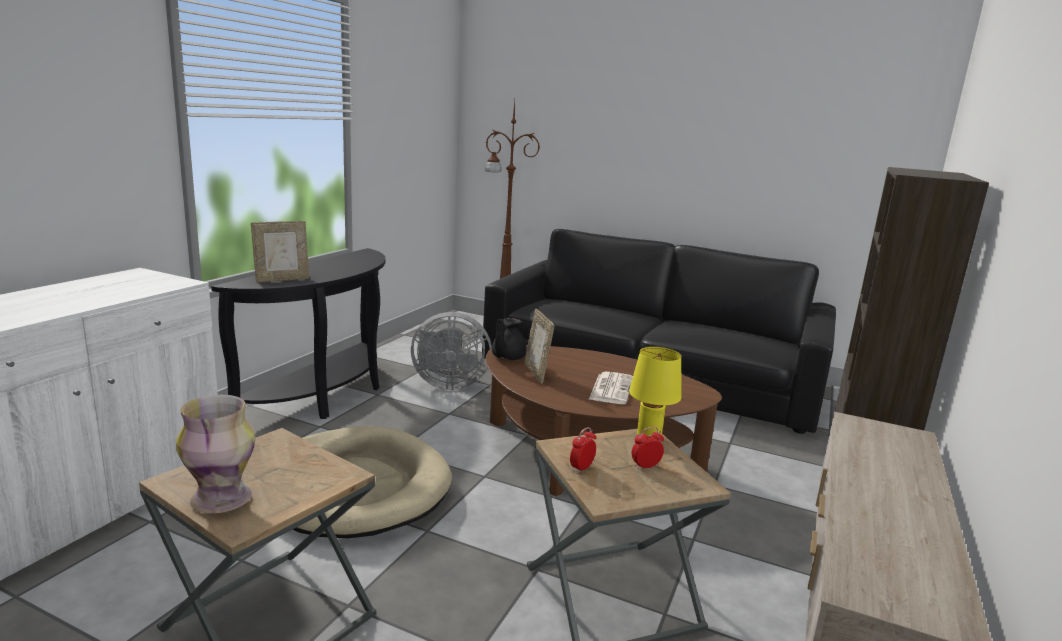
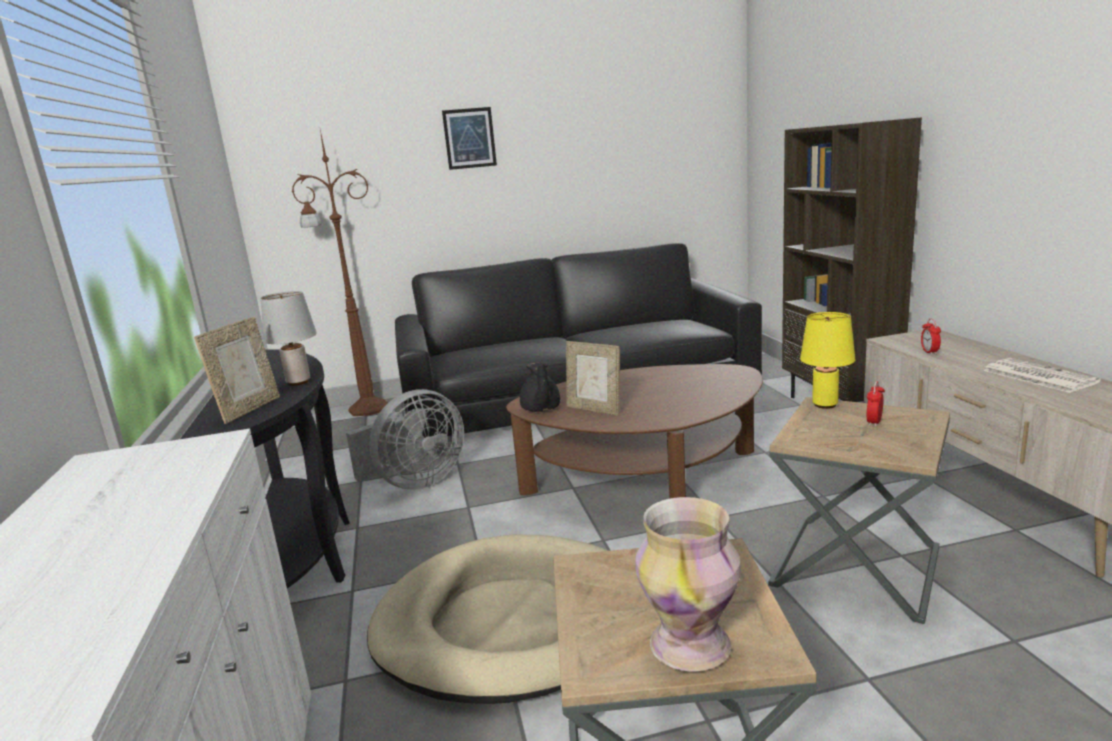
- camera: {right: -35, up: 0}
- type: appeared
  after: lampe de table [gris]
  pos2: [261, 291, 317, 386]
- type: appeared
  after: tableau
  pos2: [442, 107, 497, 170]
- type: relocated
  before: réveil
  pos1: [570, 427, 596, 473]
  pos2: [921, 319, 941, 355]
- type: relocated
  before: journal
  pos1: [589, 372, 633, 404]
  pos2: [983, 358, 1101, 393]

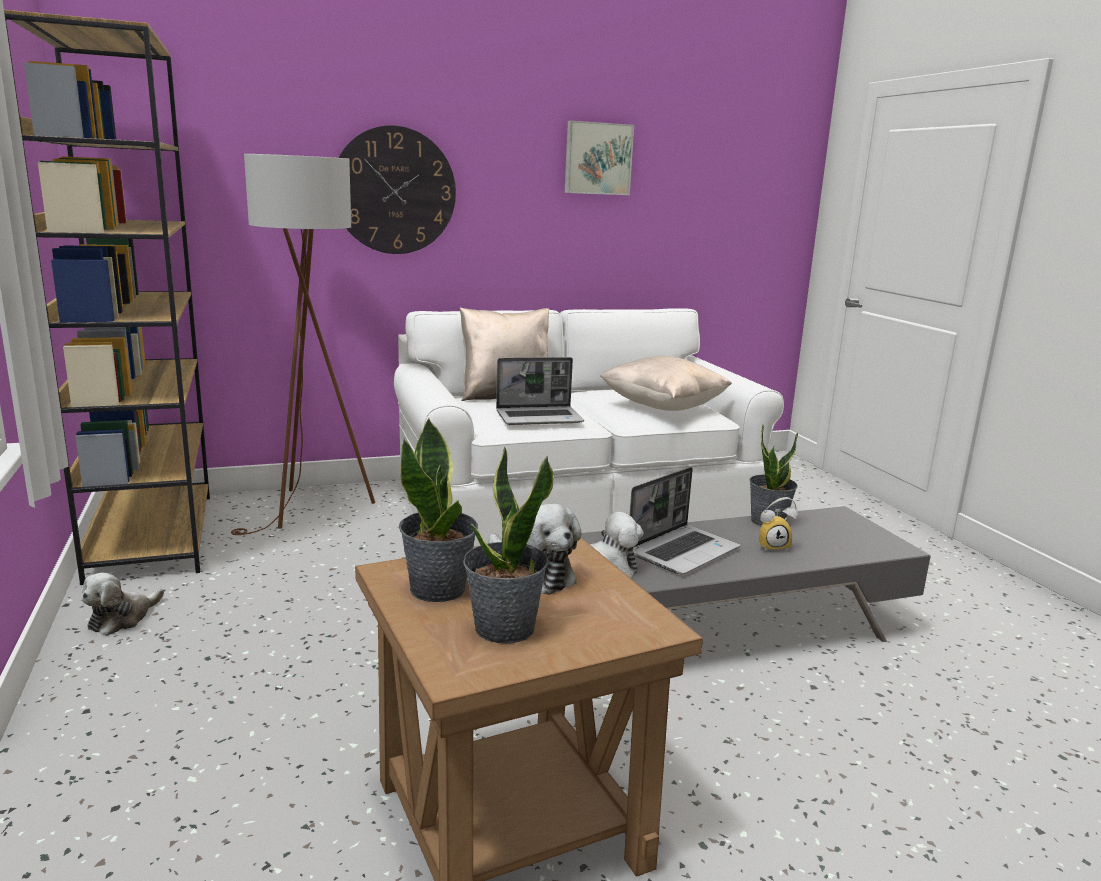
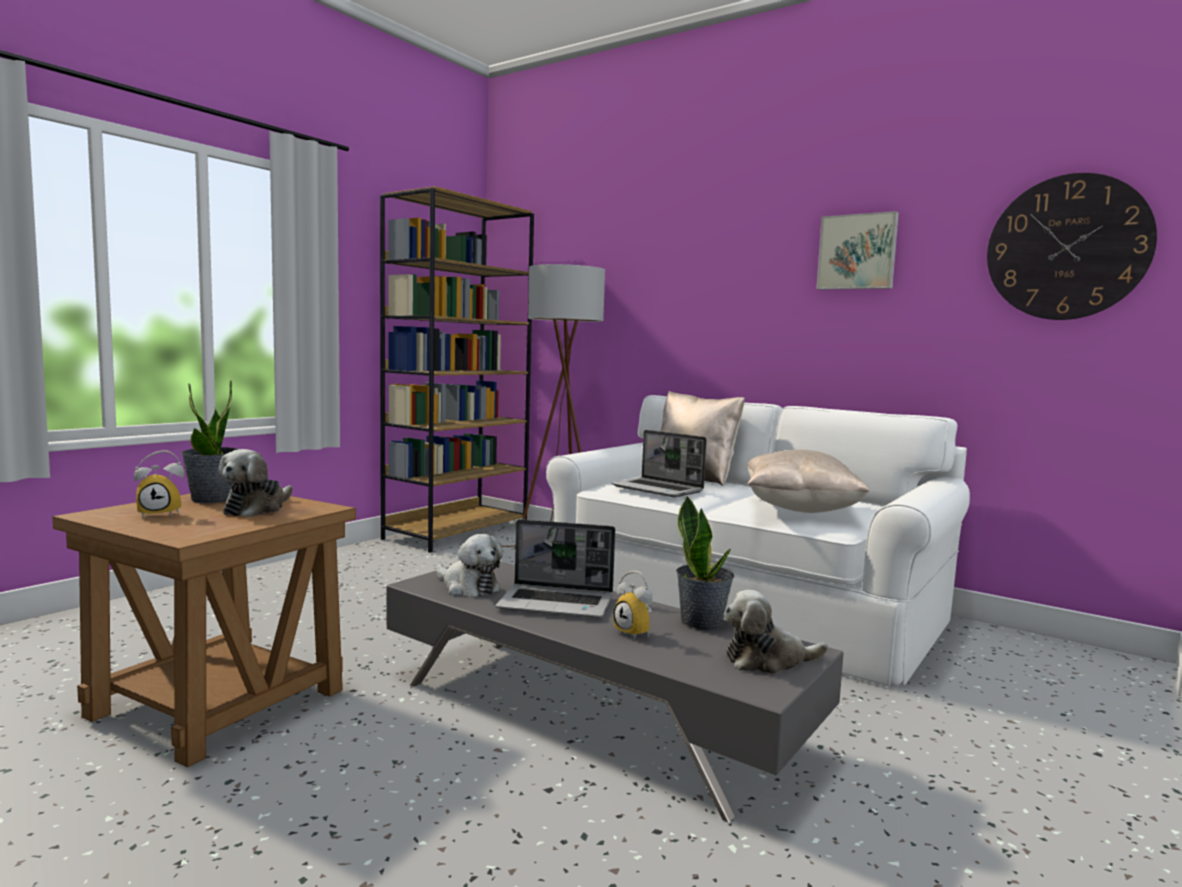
- camera: {right: 55, up: -10}
- type: relocated
  before: peluche
  pos1: [81, 573, 164, 636]
  pos2: [724, 590, 828, 674]
- type: relocated
  before: horloge murale
  pos1: [338, 125, 456, 254]
  pos2: [987, 173, 1157, 320]
- type: exchanged
  before: plante en pot
  after: réveil
  pos1: [463, 446, 554, 643]
  pos2: [134, 450, 184, 518]

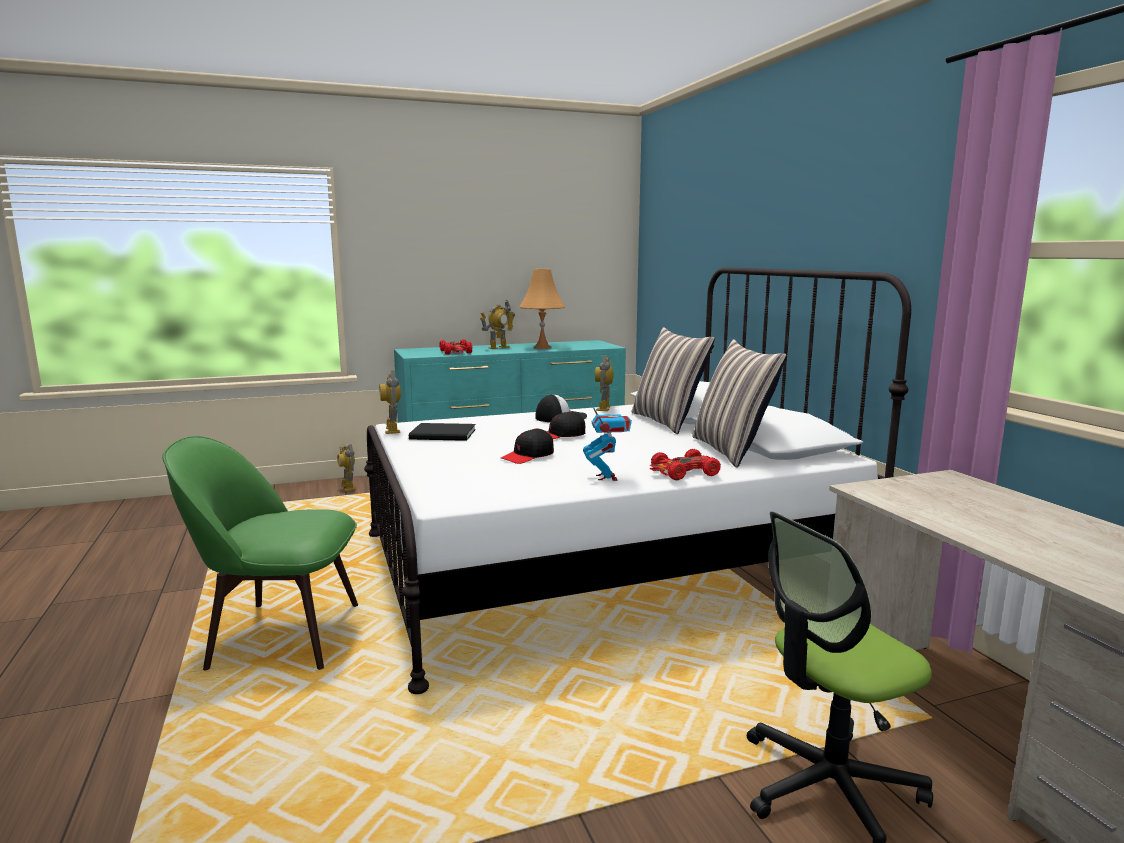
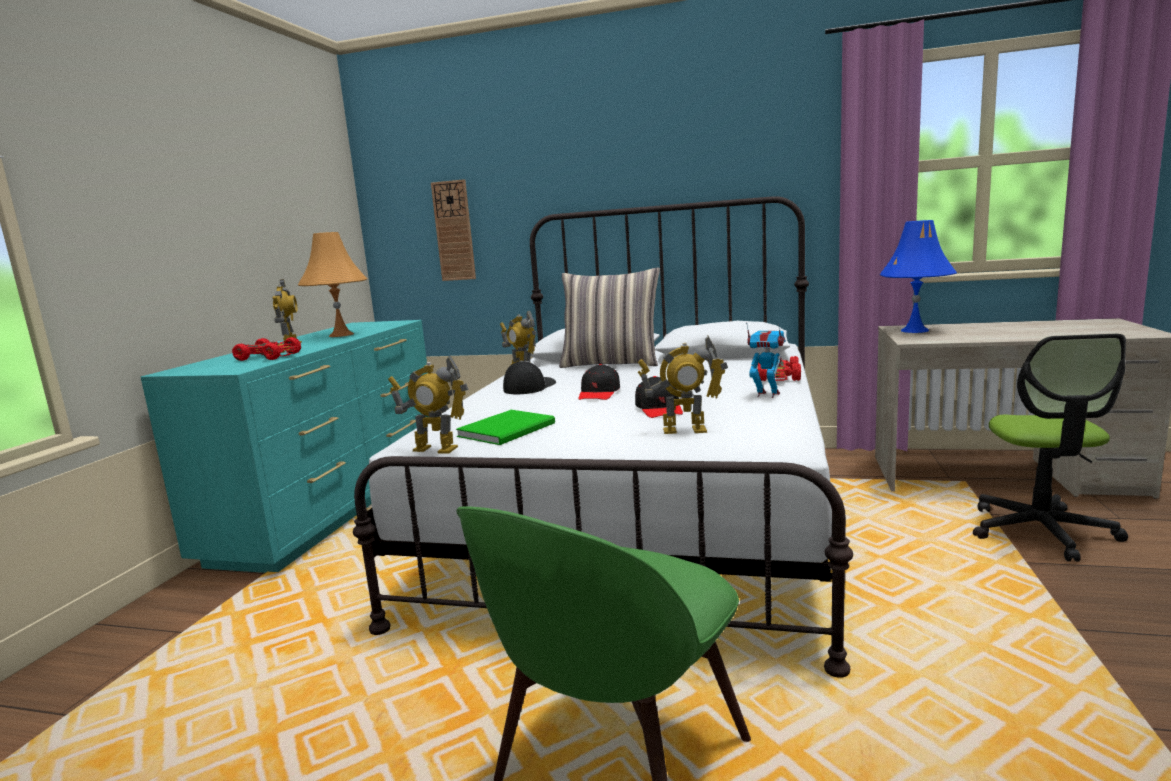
- camera: {right: -55, up: 0}
- type: missing
  before: coussin
  pos1: [692, 339, 787, 468]
- type: appeared
  after: horloge murale
  pos2: [431, 179, 476, 281]
- type: appeared
  after: lampe de table [bleu]
  pos2: [880, 220, 957, 333]
- type: relocated
  before: robot jouet
  pos1: [337, 444, 356, 492]
  pos2: [638, 336, 728, 434]
- type: colour
  before: livre [noir]
  after: livre [vert]
  pos1: [409, 423, 476, 441]
  pos2: [456, 410, 555, 445]

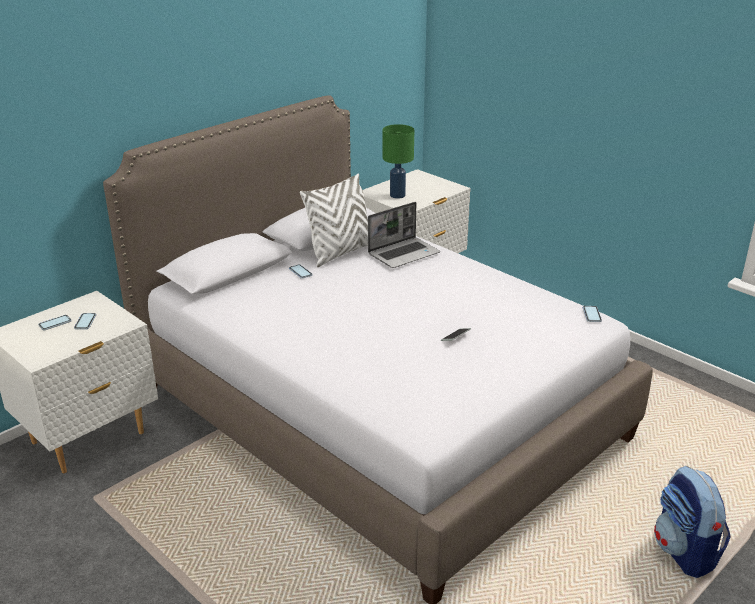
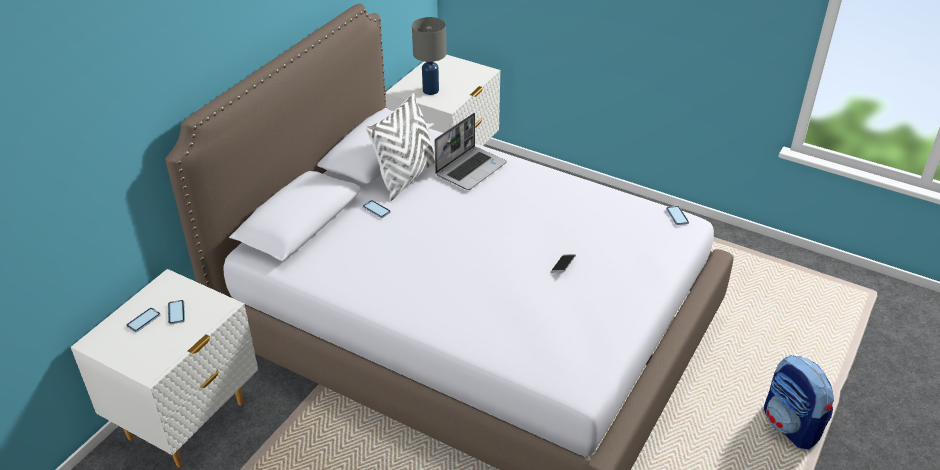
- camera: {right: -15, up: 10}
- type: colour
  before: lampe de table [vert]
  after: lampe de table [gris]
  pos1: [382, 124, 414, 199]
  pos2: [412, 17, 446, 95]

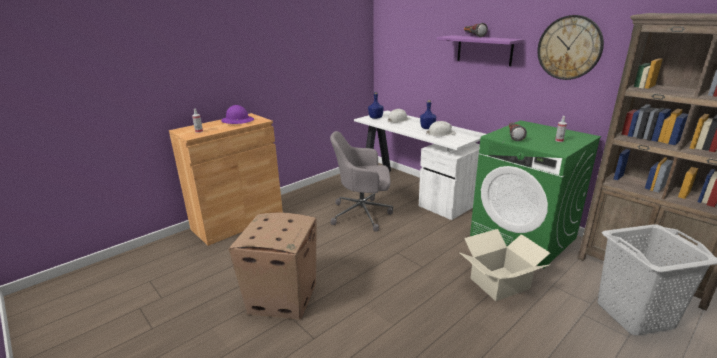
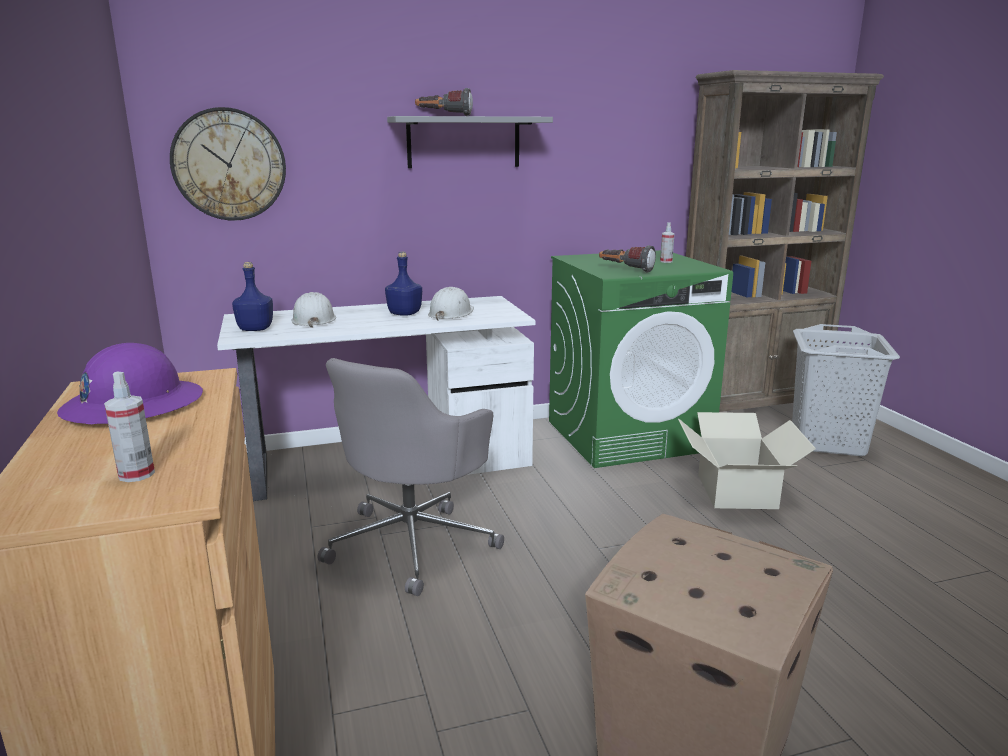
- camera: {right: -65, up: -5}
- type: relocated
  before: horloge murale
  pos1: [537, 15, 604, 80]
  pos2: [170, 107, 286, 221]
- type: colour
  before: étagère [violet]
  after: étagère [gris]
  pos1: [437, 35, 524, 66]
  pos2: [387, 116, 553, 168]

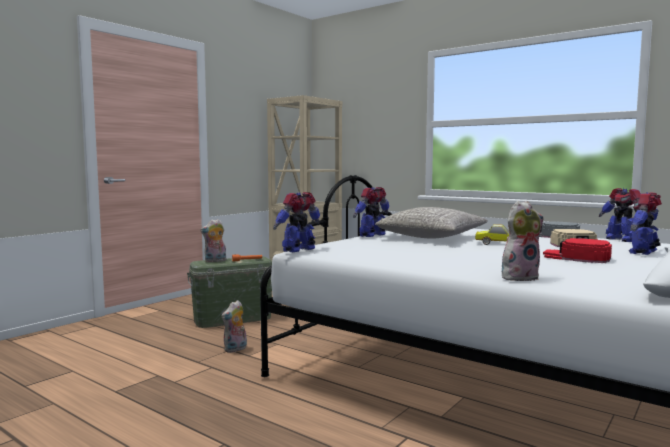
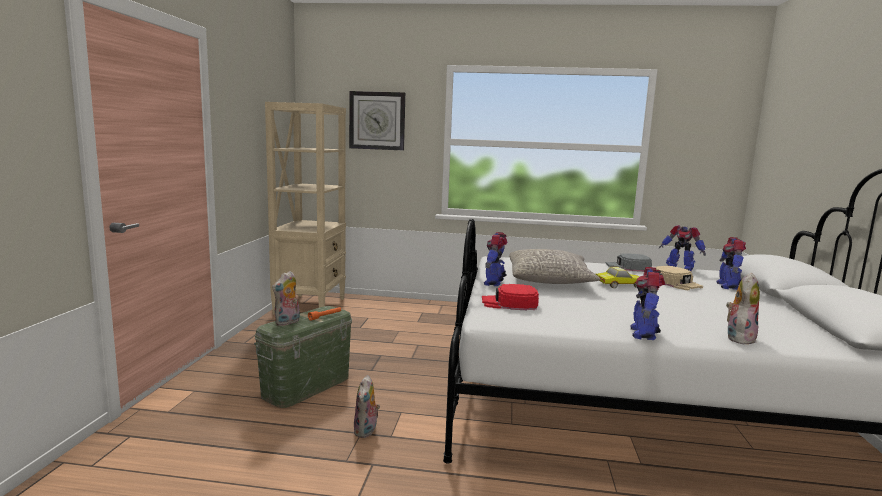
- camera: {right: -30, up: 5}
- type: appeared
  after: horloge murale
  pos2: [349, 91, 405, 151]
- type: relocated
  before: robot jouet
  pos1: [273, 192, 320, 252]
  pos2: [630, 267, 665, 340]
- type: relocated
  before: casquette [rouge]
  pos1: [543, 238, 612, 263]
  pos2: [482, 284, 539, 310]

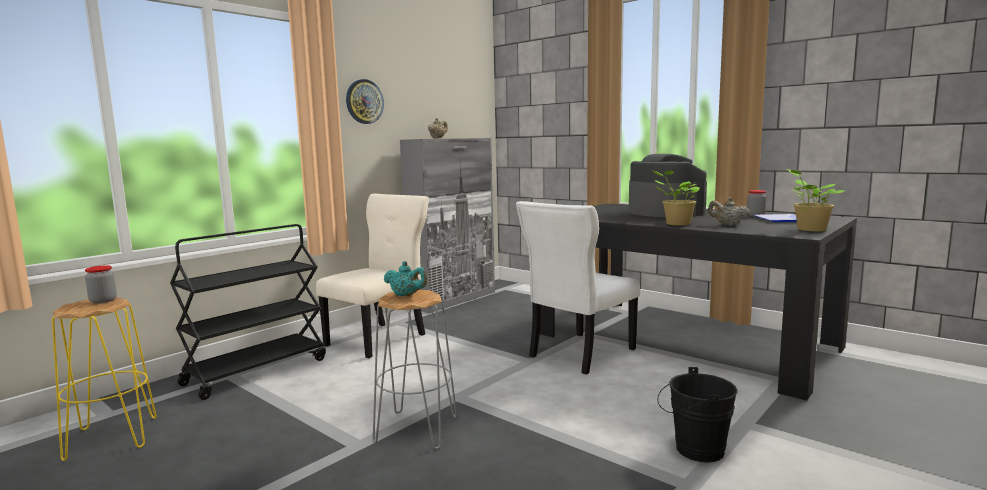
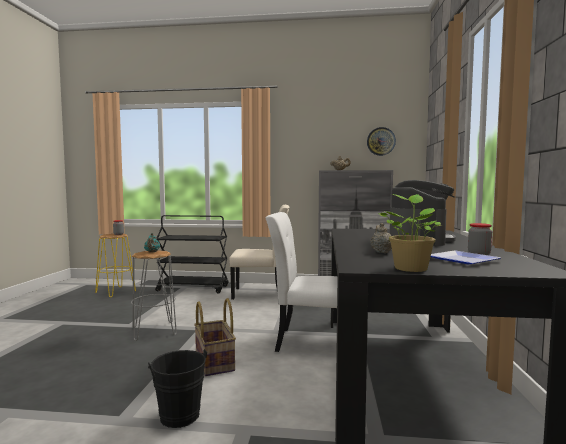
- camera: {right: 55, up: -5}
- type: missing
  before: plante en pot
  pos1: [653, 170, 699, 226]
- type: appeared
  after: panier
  pos2: [194, 298, 236, 376]
- type: relocated
  before: horloge murale
  pos1: [346, 79, 384, 124]
  pos2: [367, 127, 396, 156]

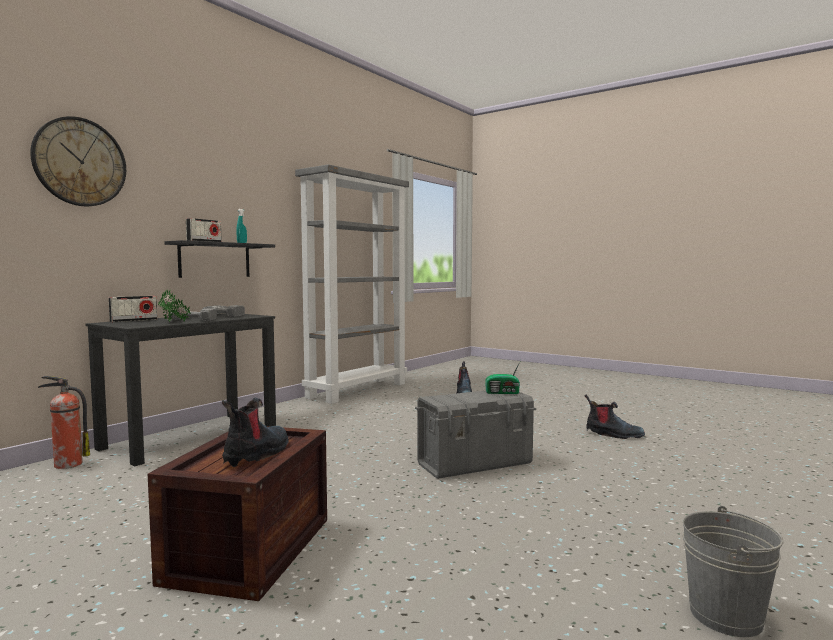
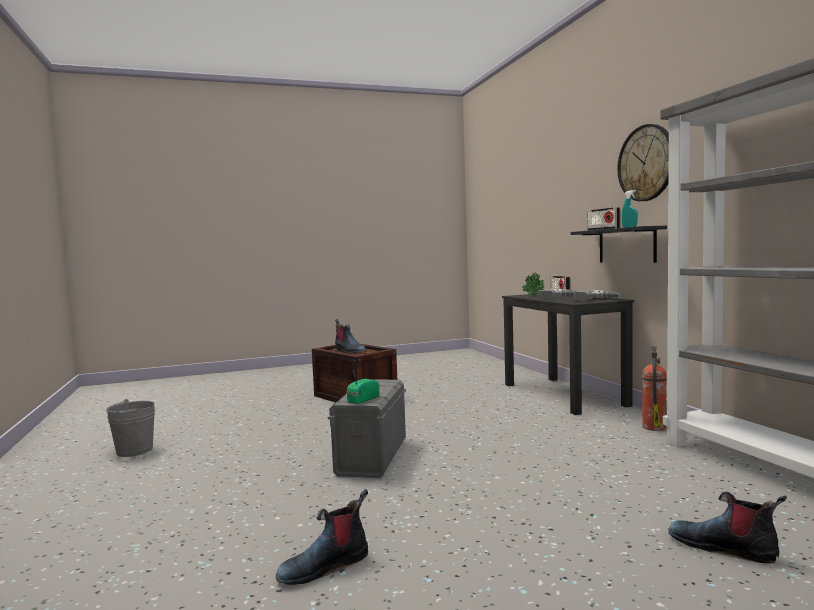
- camera: {right: 125, up: 0}
- type: relocated
  before: horloge murale
  pos1: [30, 116, 126, 206]
  pos2: [617, 124, 669, 201]
- type: relocated
  before: extincteur
  pos1: [38, 376, 90, 469]
  pos2: [642, 346, 667, 431]

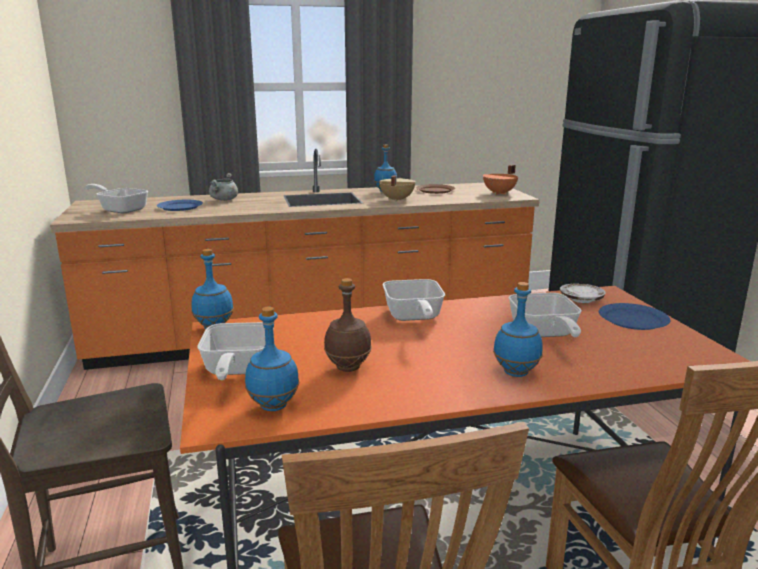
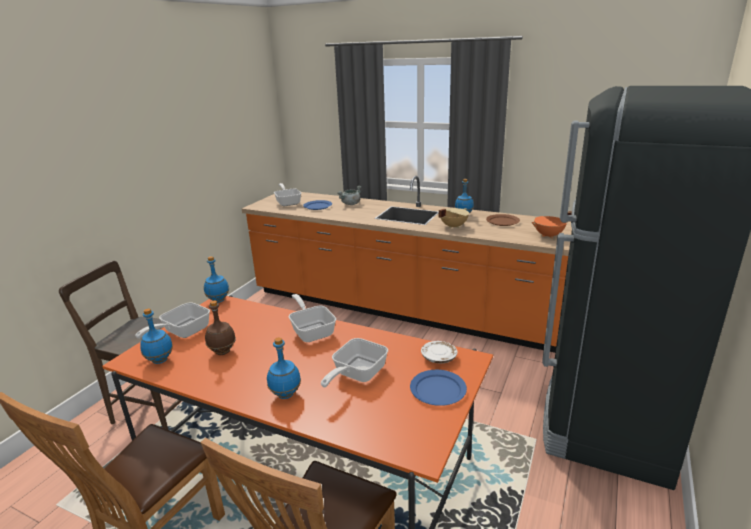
- camera: {right: 40, up: 5}
- type: spun
  before: poêle
  pos1: [383, 279, 445, 321]
  pos2: [288, 294, 336, 342]
  turn: 120

